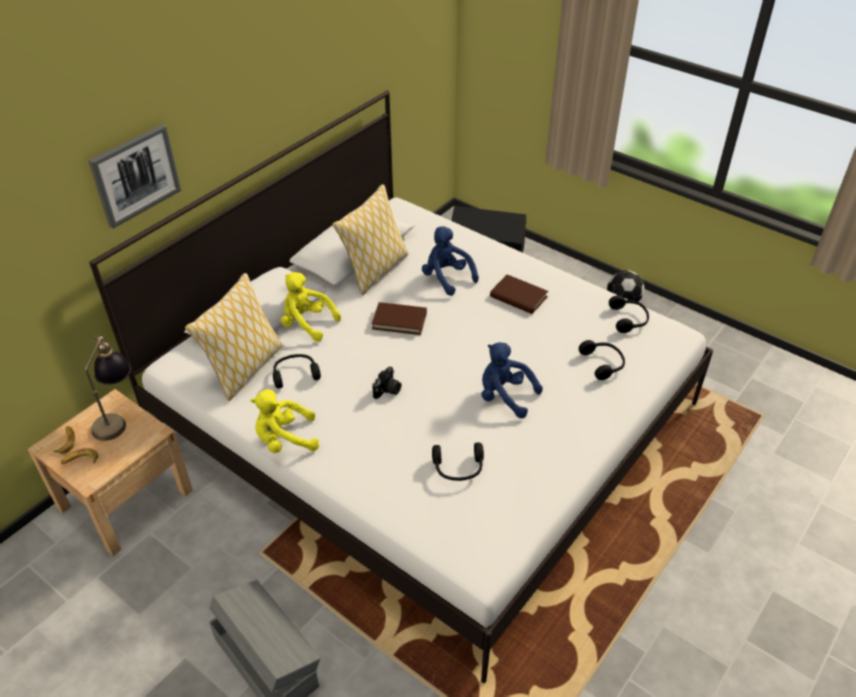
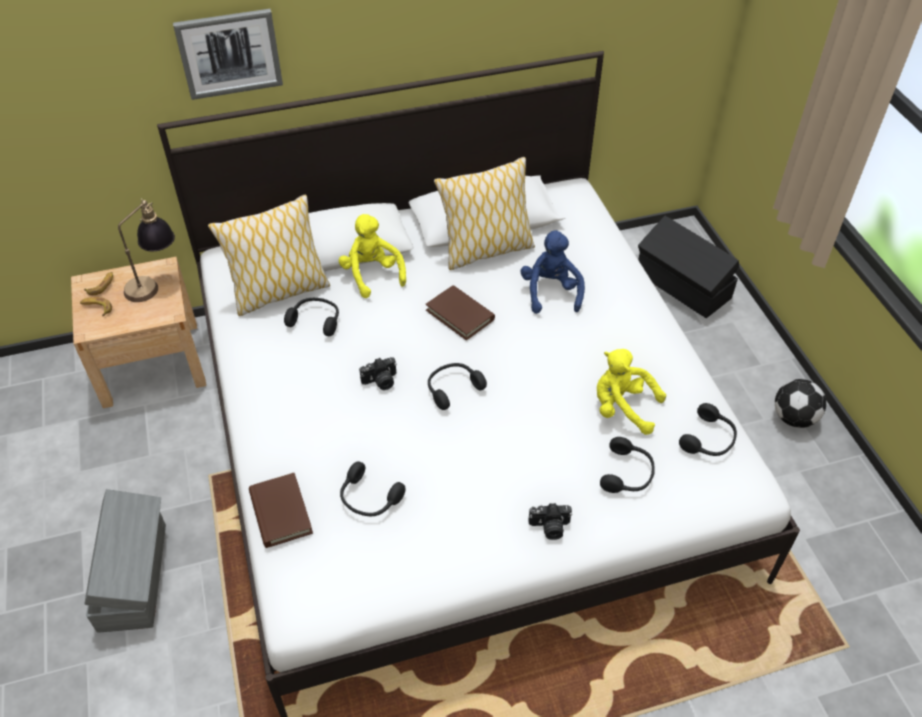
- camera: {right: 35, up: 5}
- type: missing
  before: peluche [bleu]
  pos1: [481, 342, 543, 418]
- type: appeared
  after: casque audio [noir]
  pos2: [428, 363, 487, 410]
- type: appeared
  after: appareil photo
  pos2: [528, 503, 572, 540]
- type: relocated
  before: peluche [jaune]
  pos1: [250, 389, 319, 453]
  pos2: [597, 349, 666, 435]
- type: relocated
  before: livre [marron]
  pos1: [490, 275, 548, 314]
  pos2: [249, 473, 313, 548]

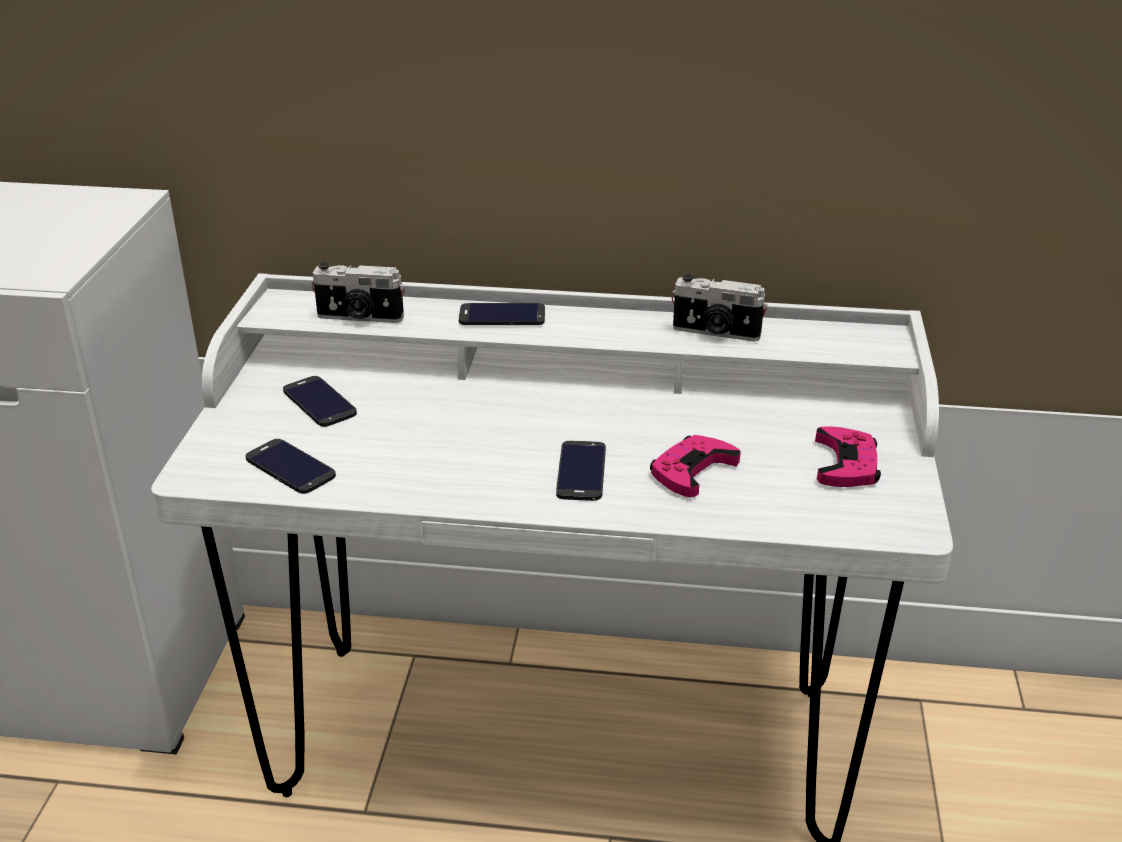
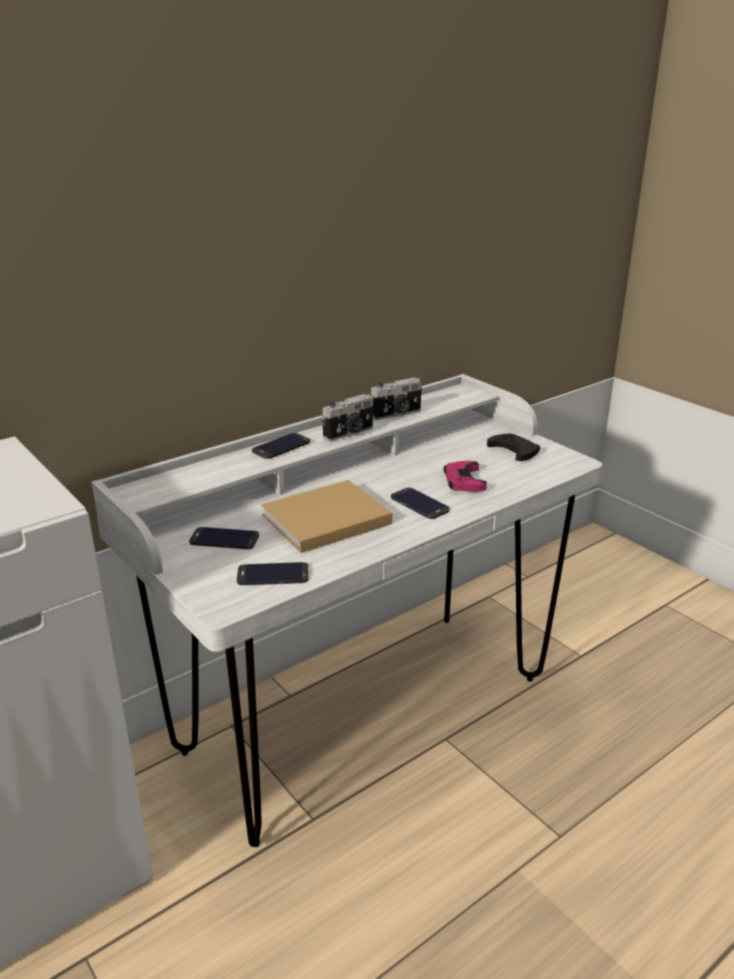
- camera: {right: -45, up: -5}
- type: appeared
  after: livre [beige]
  pos2: [261, 480, 392, 553]
- type: relocated
  before: appareil photo
  pos1: [311, 262, 405, 323]
  pos2: [322, 394, 373, 442]
- type: colour
  before: manette [rose]
  after: manette [noir]
  pos1: [815, 426, 881, 487]
  pos2: [487, 433, 540, 461]

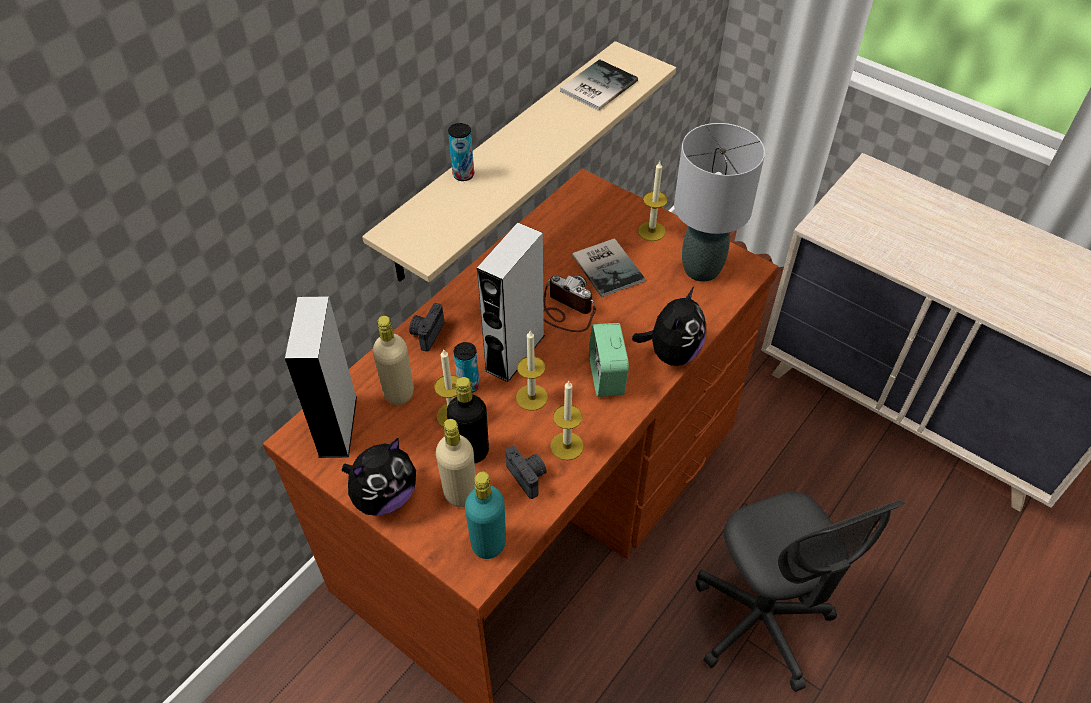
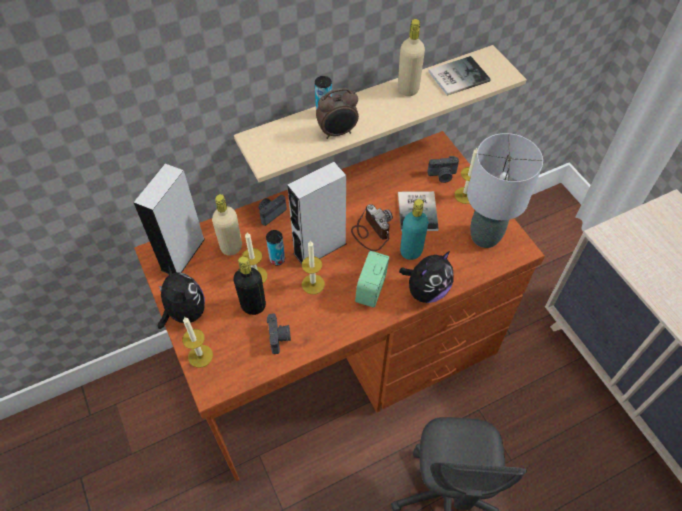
- camera: {right: 25, up: 5}
- type: appeared
  after: réveil
  pos2: [316, 88, 359, 139]
- type: appeared
  after: appareil photo
  pos2: [427, 156, 459, 183]
- type: relocated
  before: bouteille [beige]
  pos1: [436, 419, 476, 507]
  pos2: [398, 19, 425, 96]
- type: relocated
  before: bouteille [turquoise]
  pos1: [465, 472, 506, 559]
  pos2: [400, 199, 429, 260]
- type: relocated
  before: bougie
  pos1: [550, 380, 584, 460]
  pos2: [182, 317, 213, 368]
- type: spun
  before: peluche
  pos1: [342, 438, 416, 516]
  pos2: [158, 266, 205, 329]
  turn: -105

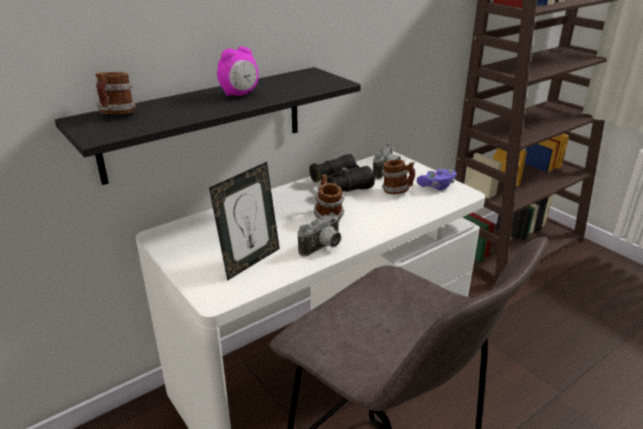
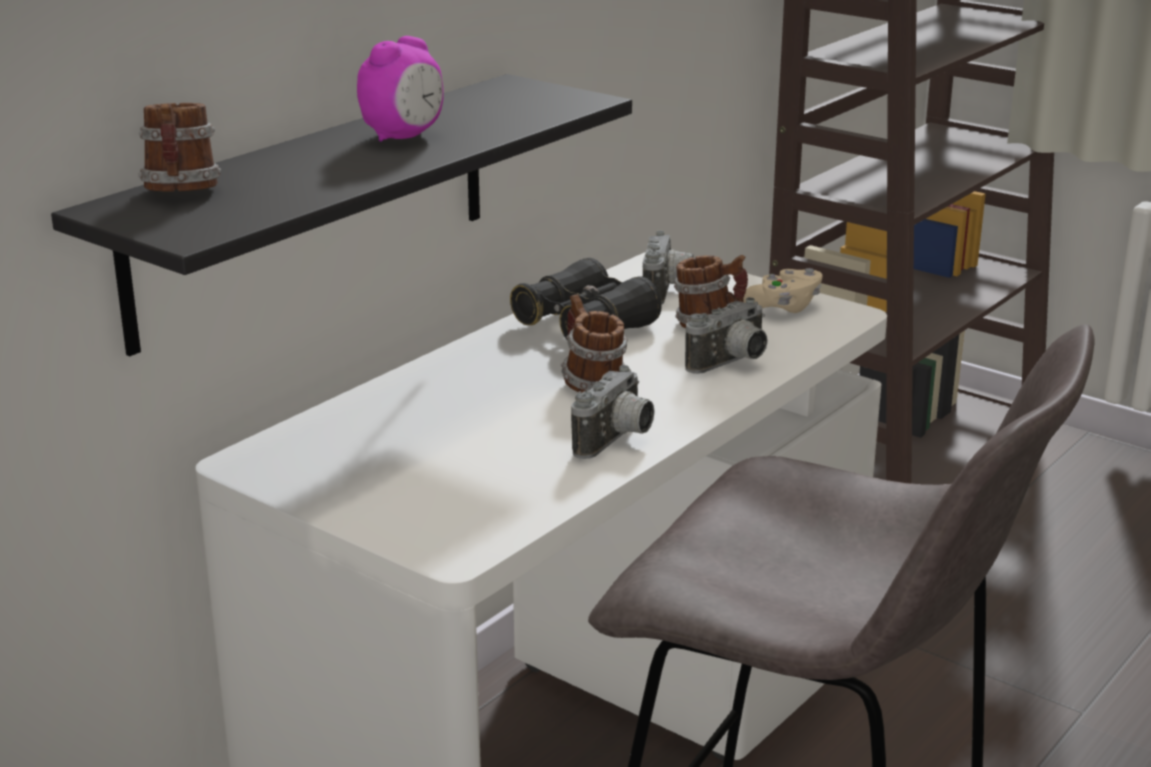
- camera: {right: -15, up: -5}
- type: missing
  before: cadre photo
  pos1: [209, 162, 280, 281]
- type: appeared
  after: appareil photo
  pos2: [685, 297, 768, 374]
- type: colour
  before: manette [violet]
  after: manette [beige]
  pos1: [417, 169, 457, 190]
  pos2: [743, 268, 823, 313]

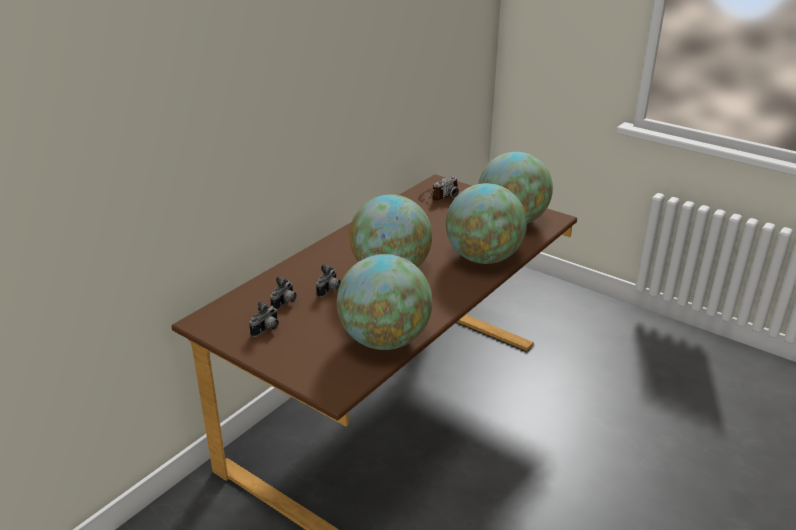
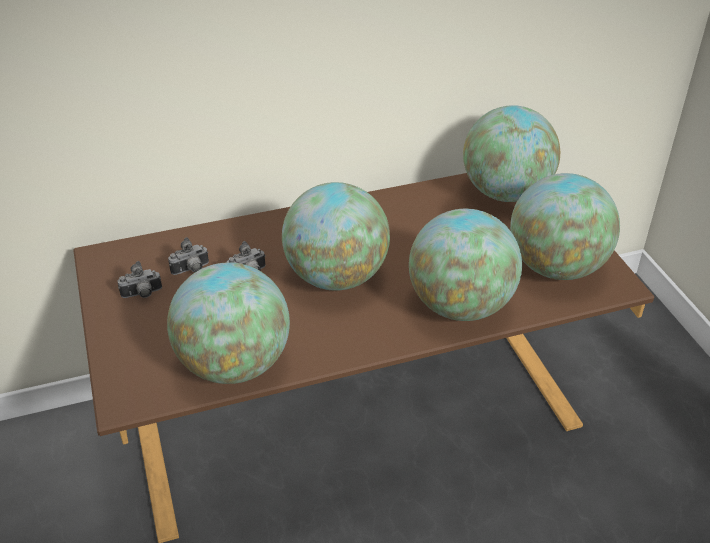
- camera: {right: 35, up: 10}
- type: exchanged
  before: appareil photo
  after: globe
  pos1: [419, 176, 459, 201]
  pos2: [463, 105, 560, 202]

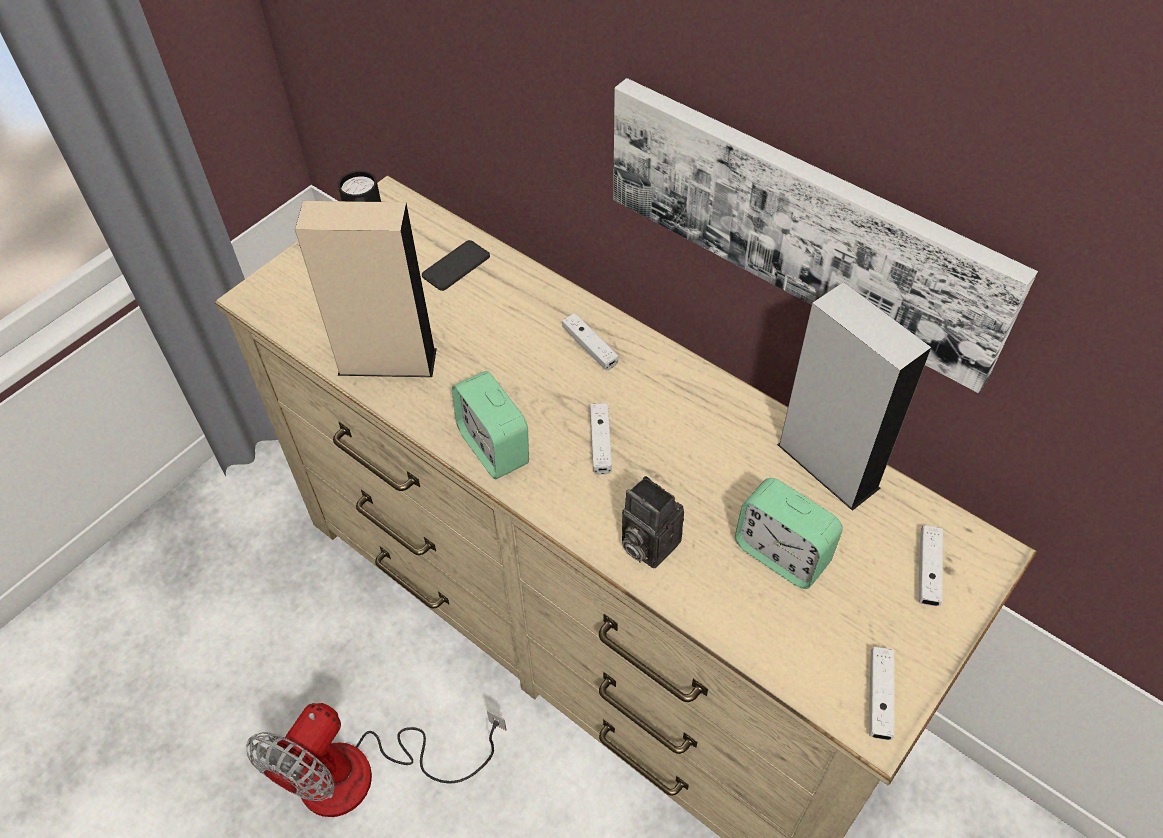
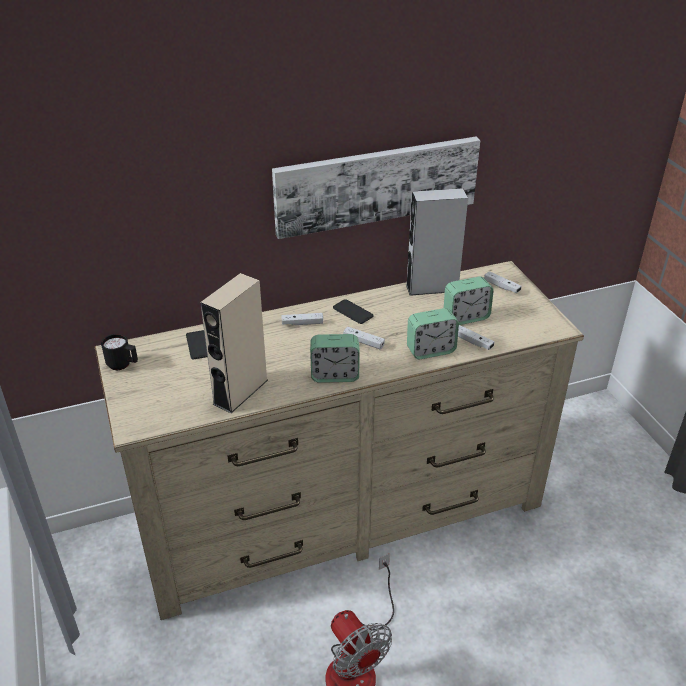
- camera: {right: -60, up: -15}
- type: appeared
  after: téléphone
  pos2: [333, 299, 373, 324]
- type: relocated
  before: manette [blanc]
  pos1: [869, 647, 894, 740]
  pos2: [458, 325, 494, 350]
- type: exchanged
  before: appareil photo
  after: réveil
  pos1: [622, 476, 684, 569]
  pos2: [407, 308, 459, 359]

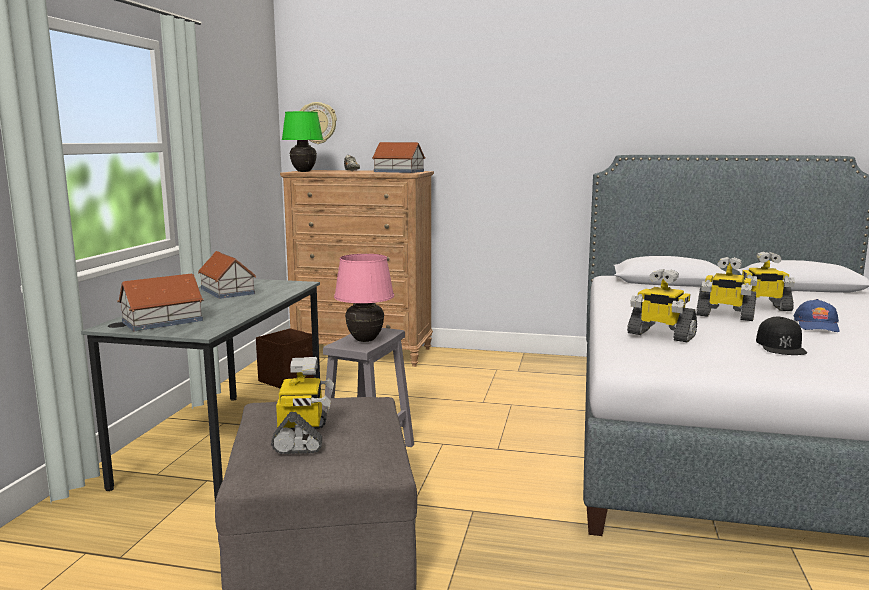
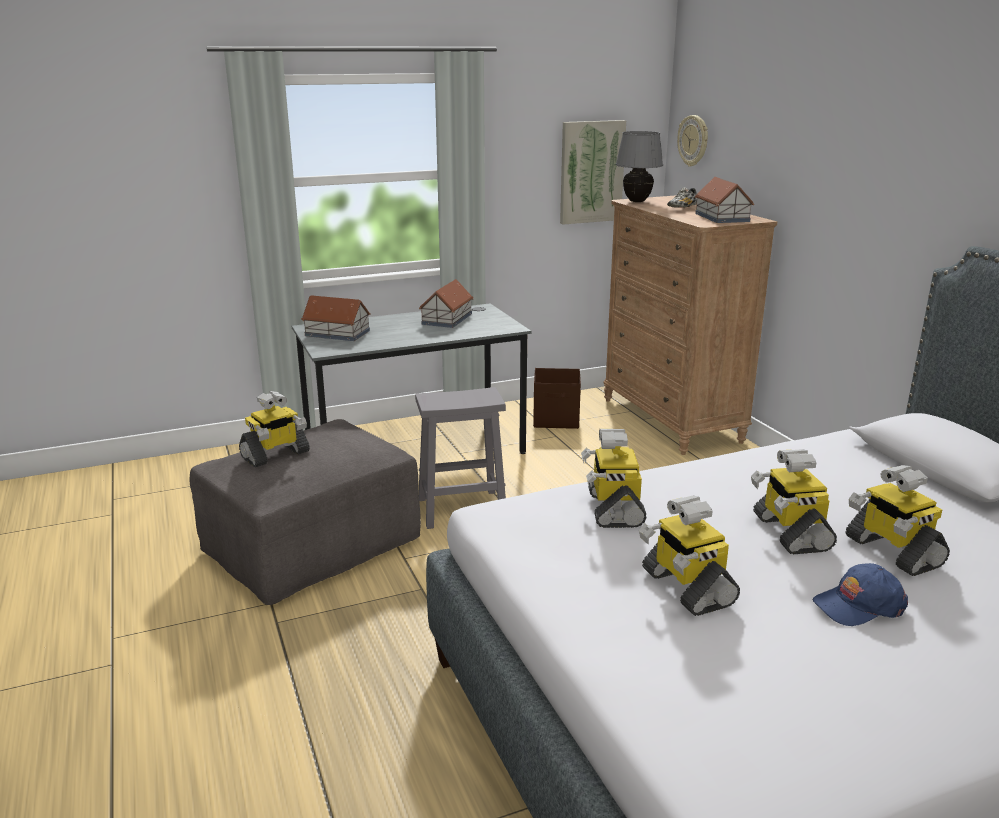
- camera: {right: 55, up: 10}
- type: missing
  before: lampe de table [rose]
  pos1: [334, 254, 394, 342]
- type: appeared
  after: tableau
  pos2: [560, 120, 626, 225]
- type: exchanged
  before: casquette [noir]
  after: robot jouet
  pos1: [756, 317, 807, 355]
  pos2: [639, 496, 740, 616]
- type: colour
  before: lampe de table [vert]
  after: lampe de table [gris]
  pos1: [282, 111, 323, 172]
  pos2: [616, 131, 663, 202]

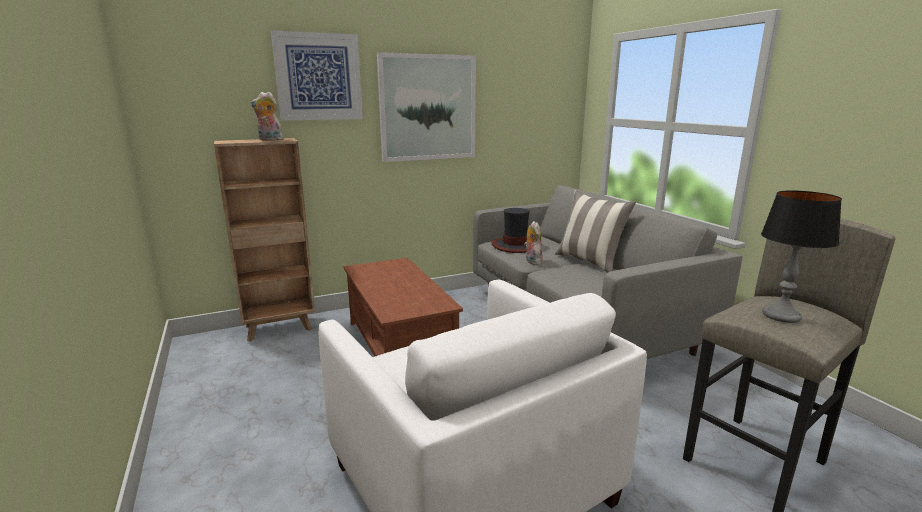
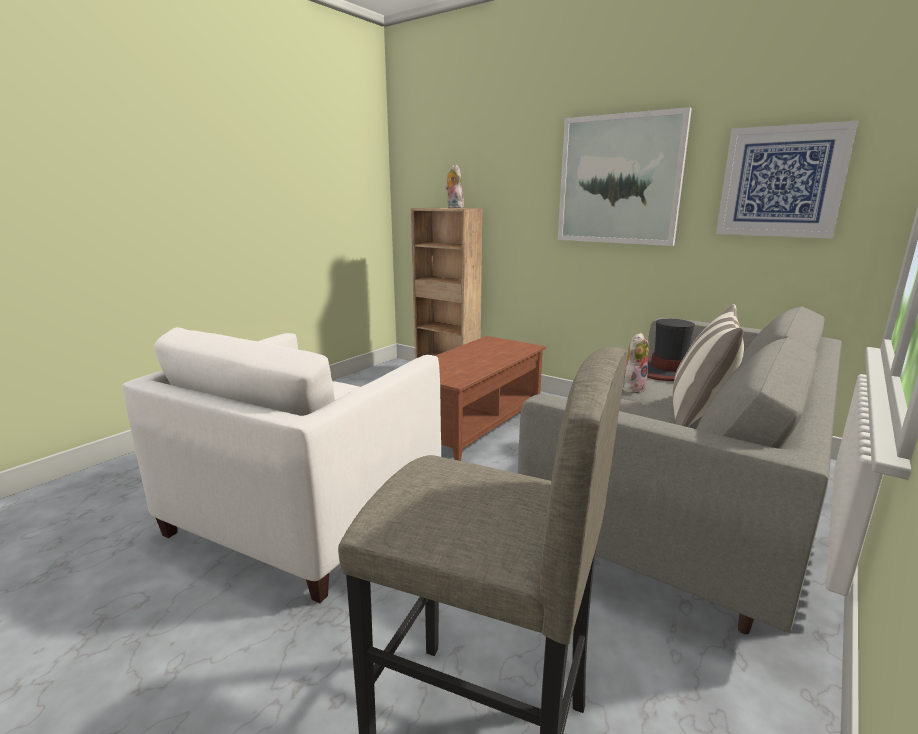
- camera: {right: 60, up: 0}
- type: missing
  before: lampe de table
  pos1: [761, 190, 842, 323]
- type: relocated
  before: tableau
  pos1: [271, 30, 363, 121]
  pos2: [716, 121, 858, 238]

